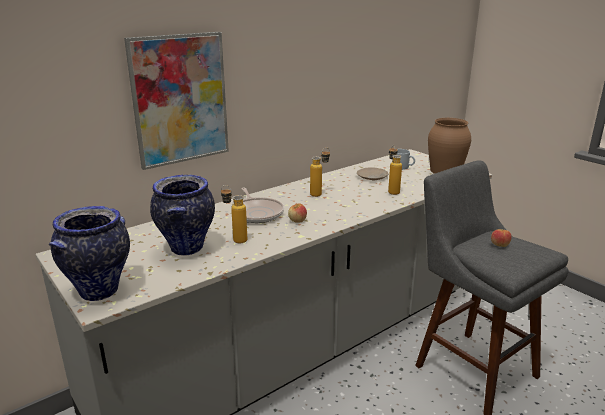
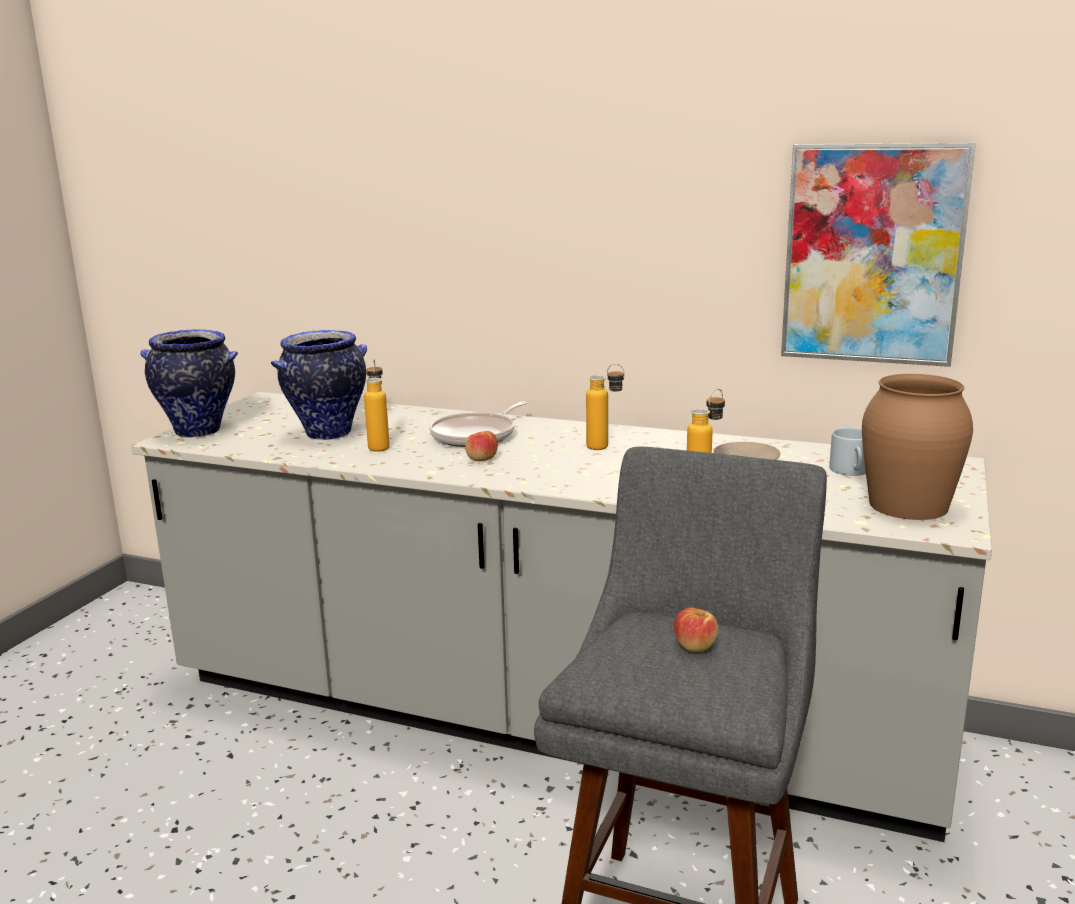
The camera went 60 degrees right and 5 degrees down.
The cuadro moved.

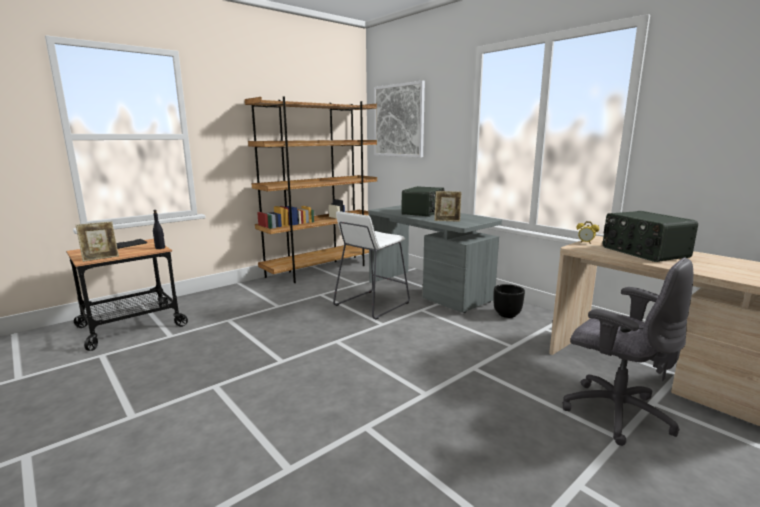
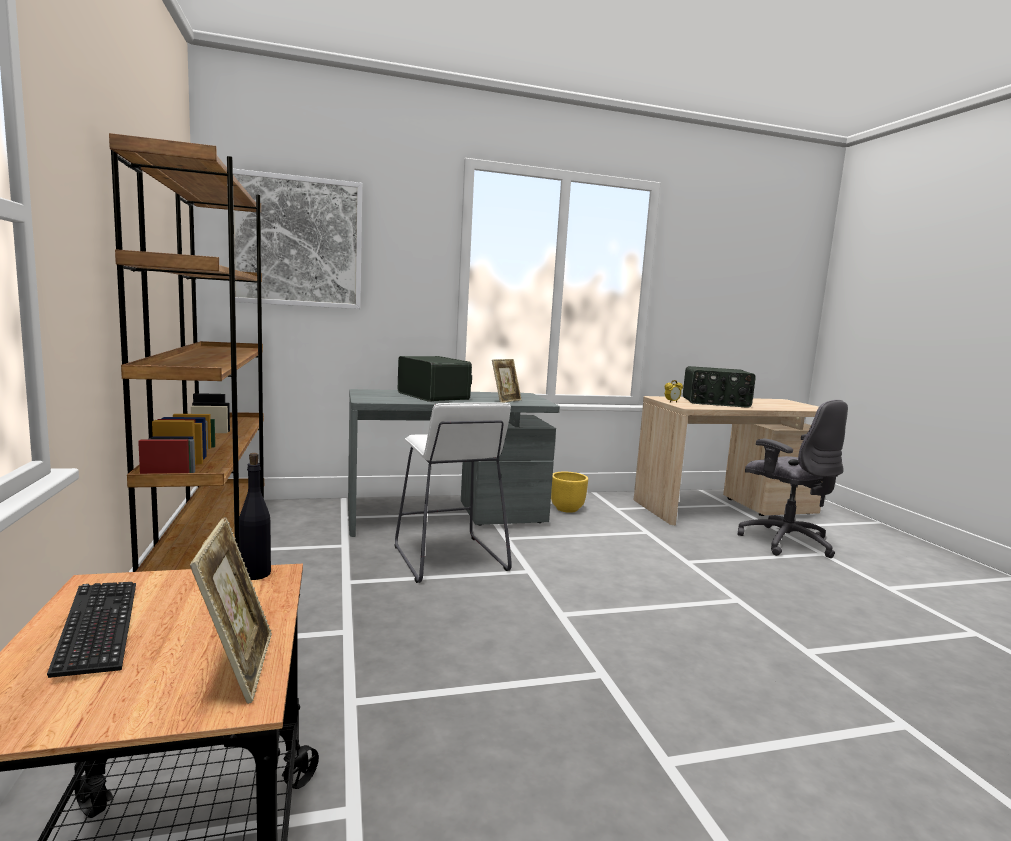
The camera went 65 degrees left and 5 degrees down.
The maceta [negro] became the maceta [amarillo].
The silla de oficina [gris] turned 75 degrees clockwise.

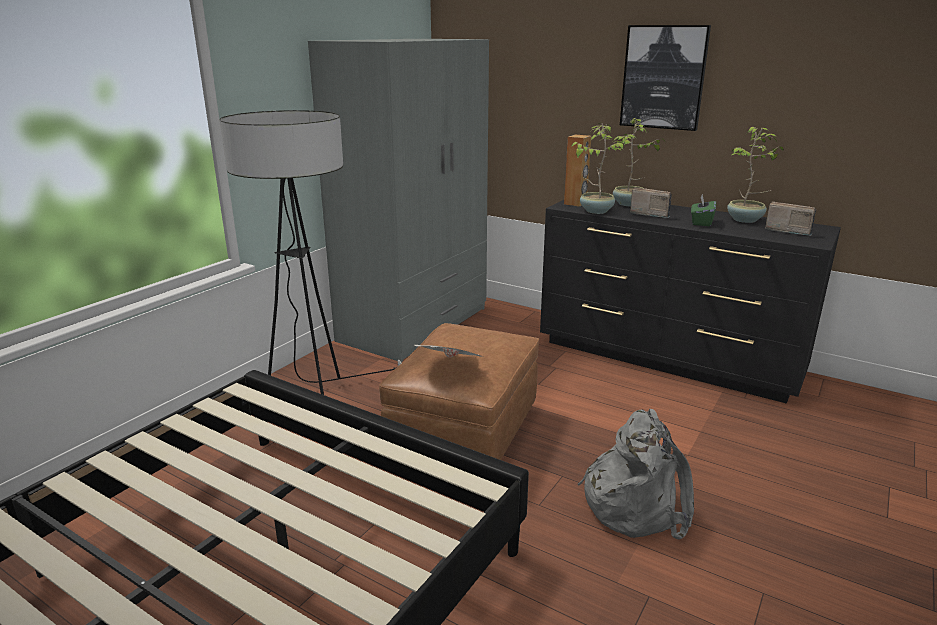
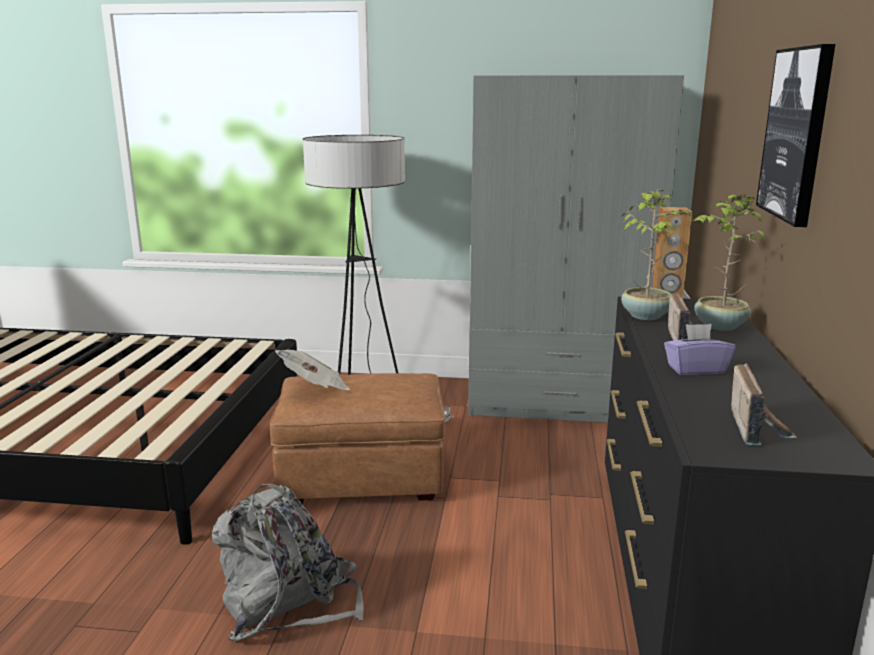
The camera went 65 degrees right and 5 degrees down.
The planta en maceta (no. 3 from left) disappeared.
The caja de pañuelos [verde] became the caja de pañuelos [morado].

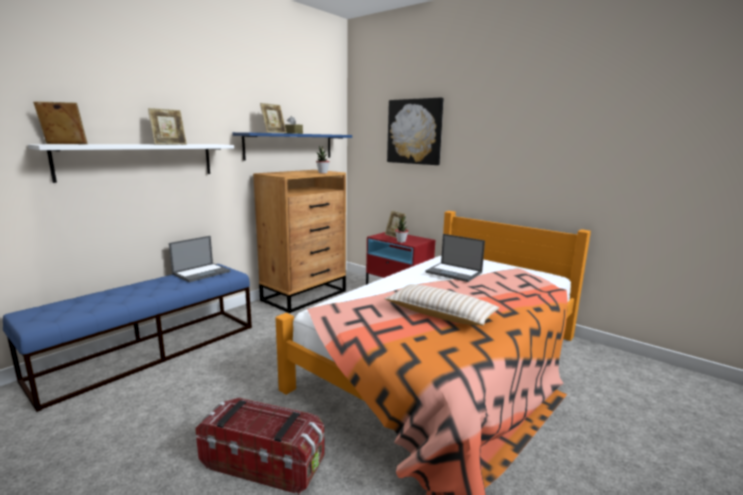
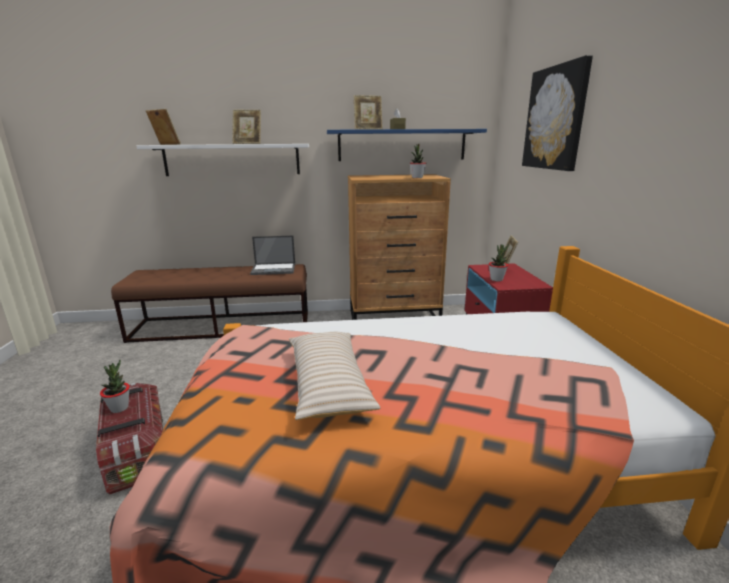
The camera went 45 degrees right and 5 degrees up.
The portátil (no. 2 from left) disappeared.
The planta en maceta (no. 1 from left) appeared.
The banco [azul] became the banco [marrón].

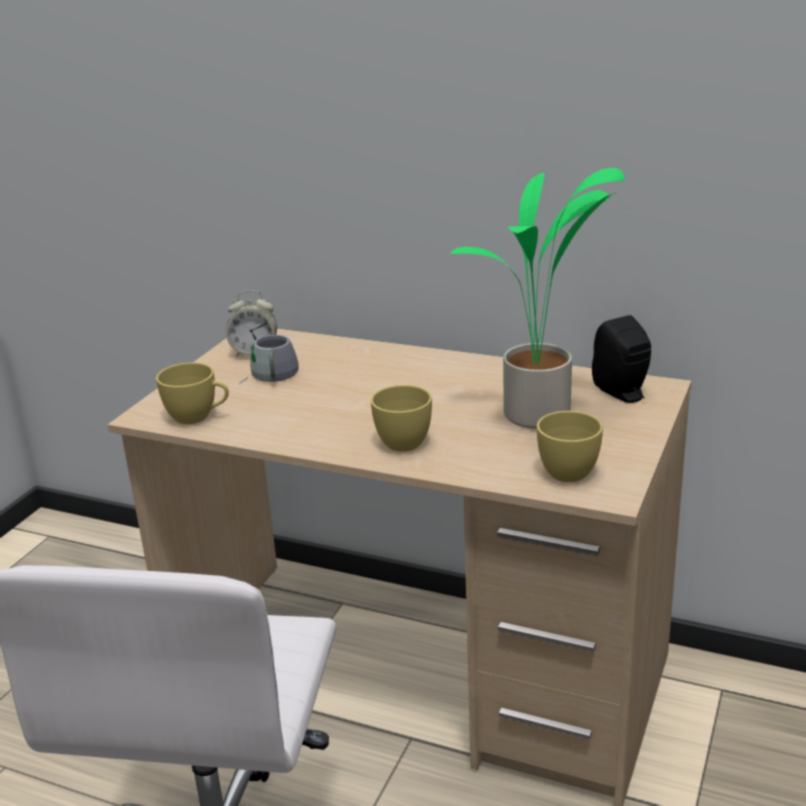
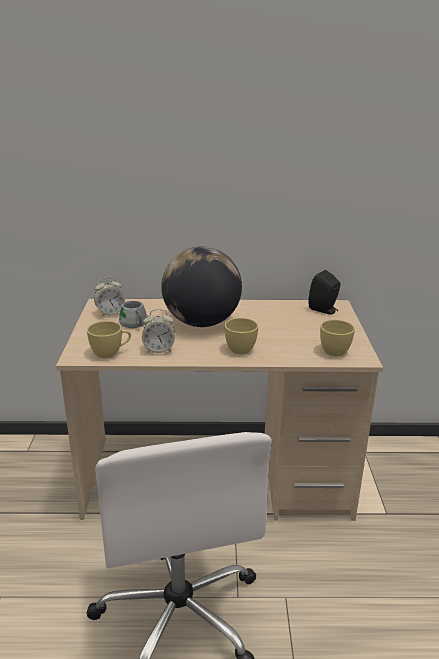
The camera went 25 degrees left and 0 degrees up.
The planta en maceta disappeared.
The despertador (no. 2 from left) appeared.
The globo terráqueo appeared.

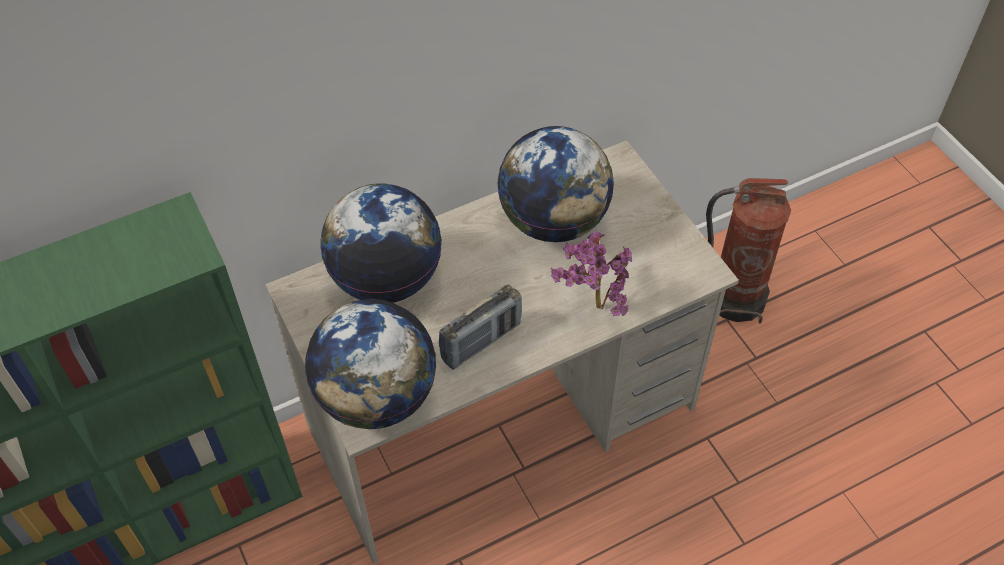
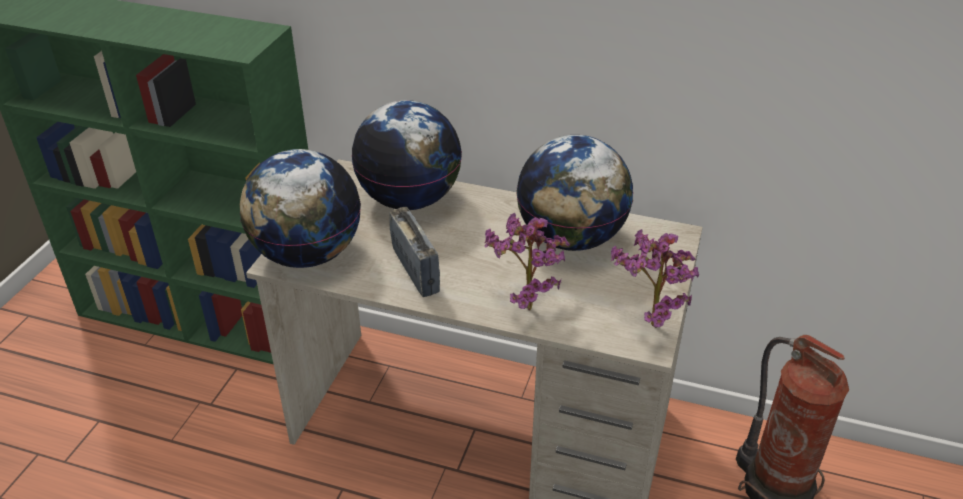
The camera went 45 degrees right and 15 degrees down.
The planta en maceta (no. 2 from left) appeared.
The radio turned 120 degrees counterclockwise.

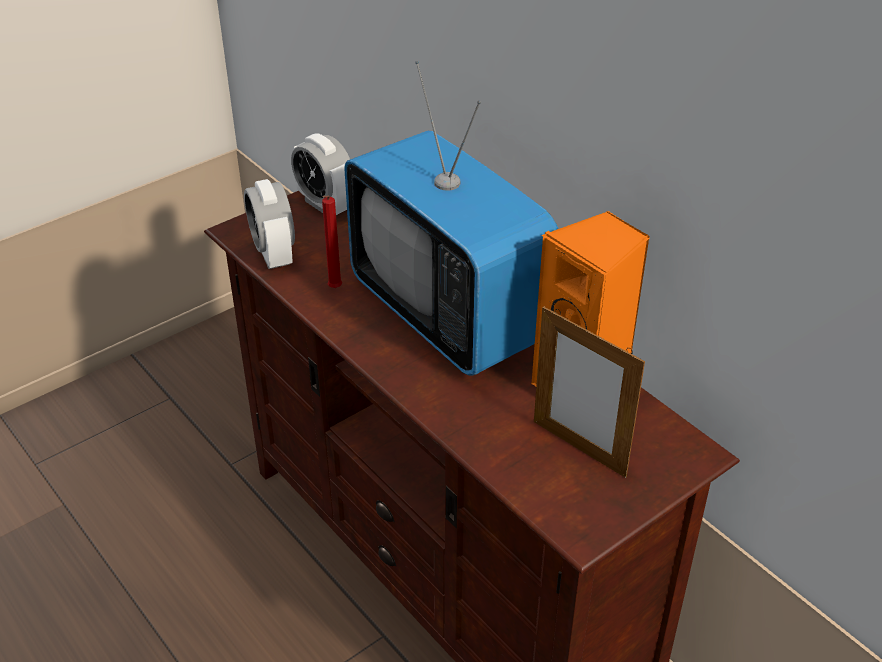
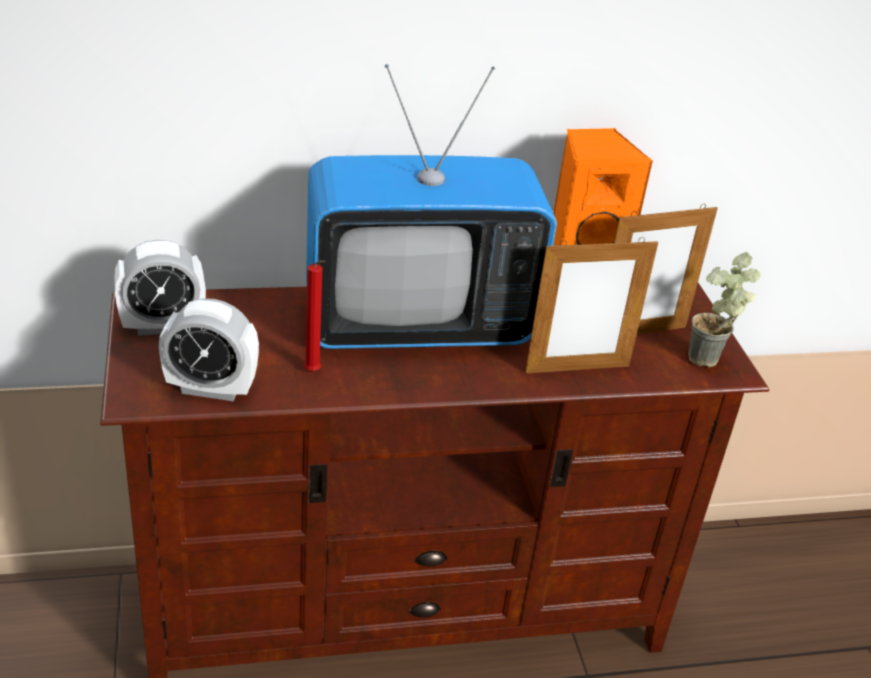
The camera went 65 degrees left and 5 degrees down.
The portarretratos (no. 1 from left) appeared.
The planta en maceta appeared.

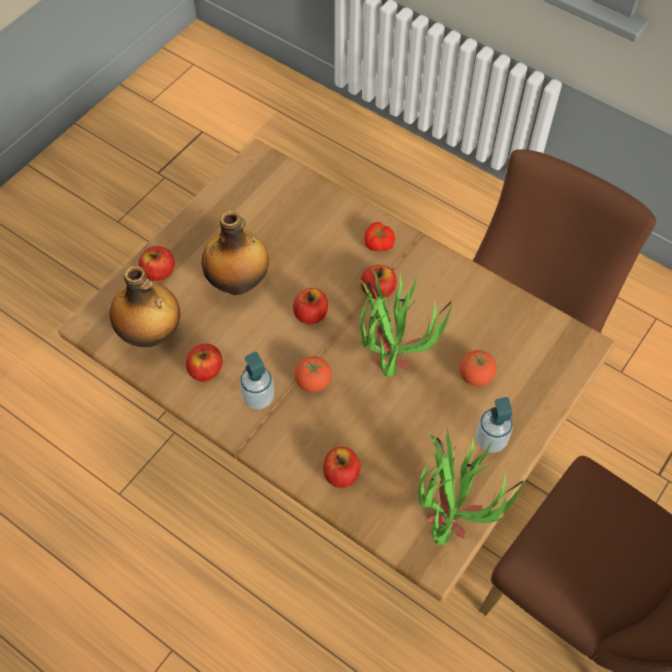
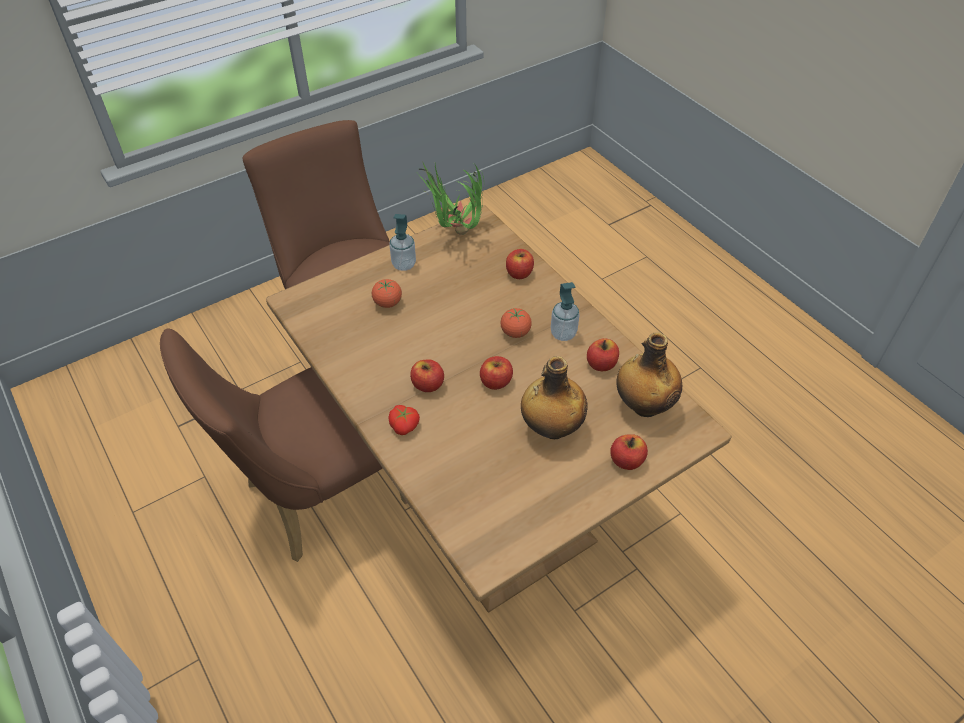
The camera went 160 degrees left and 10 degrees down.
The planta en maceta (no. 1 from left) disappeared.

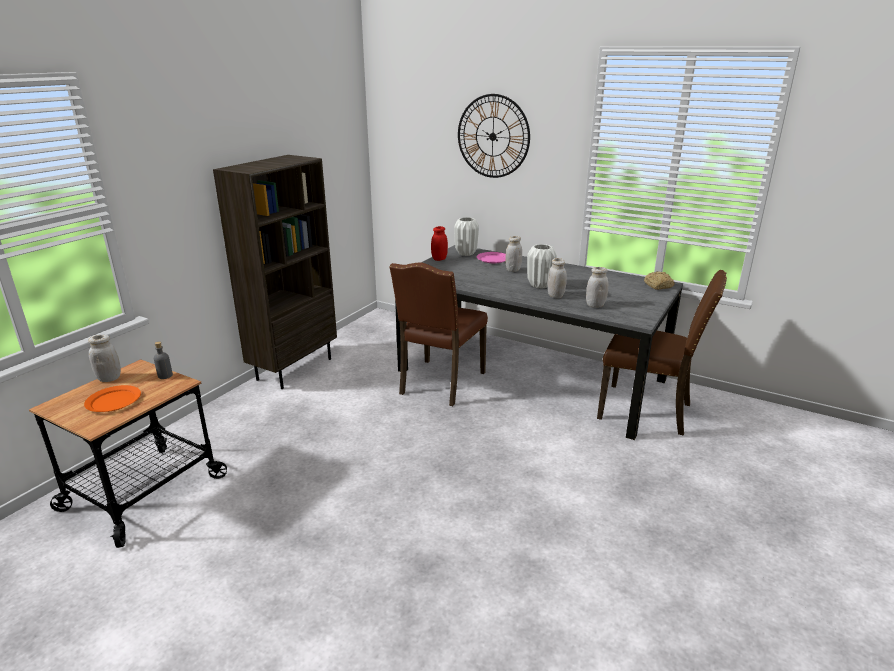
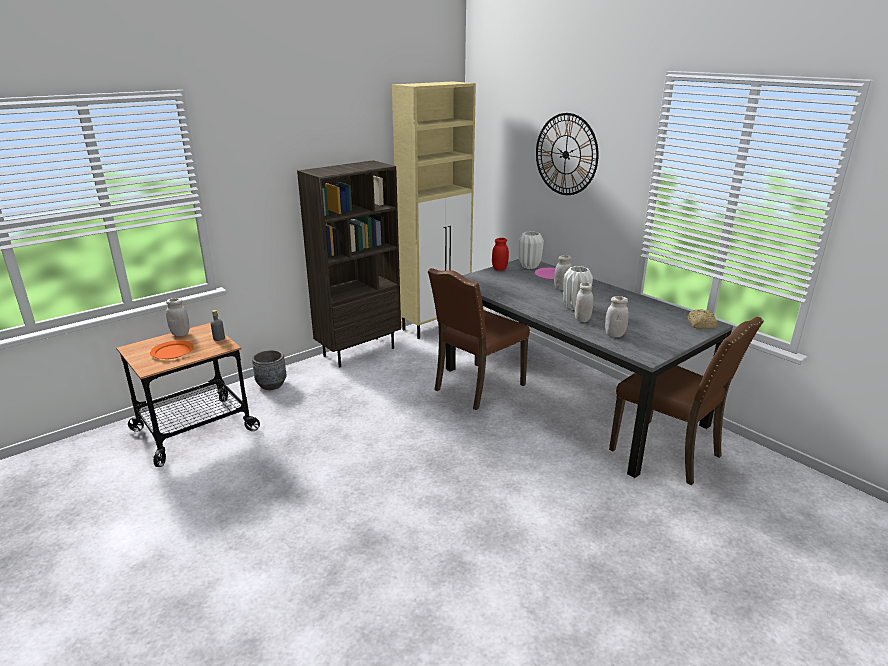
The camera went 20 degrees right and 0 degrees up.
The maceta [gris] appeared.
The armario [beis] appeared.

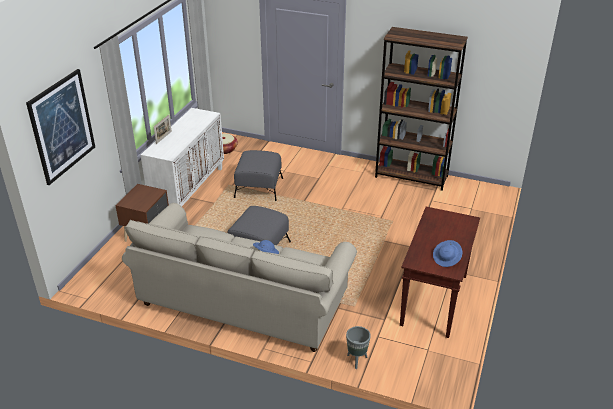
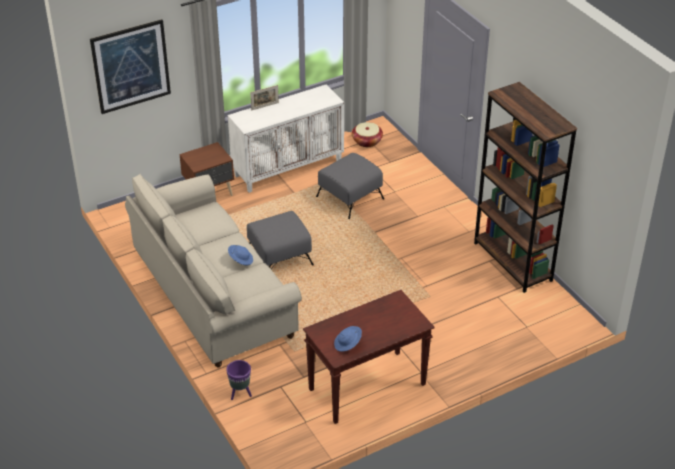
The camera went 40 degrees right and 5 degrees up.
The maceta [gris] became the maceta [morado].

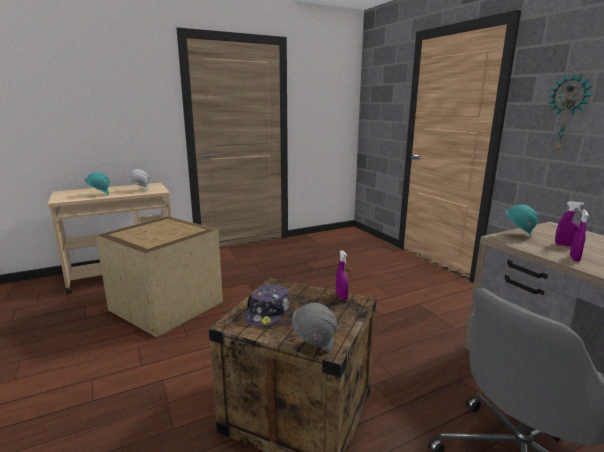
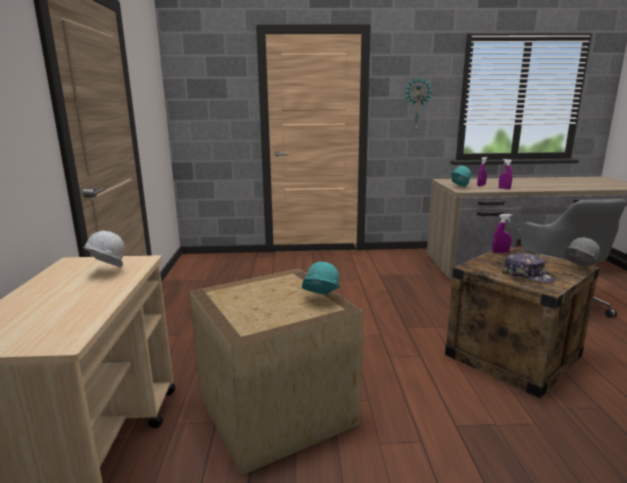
The camera went 65 degrees left and 0 degrees up.
The casco [turquesa] (no. 1 from left) moved.

